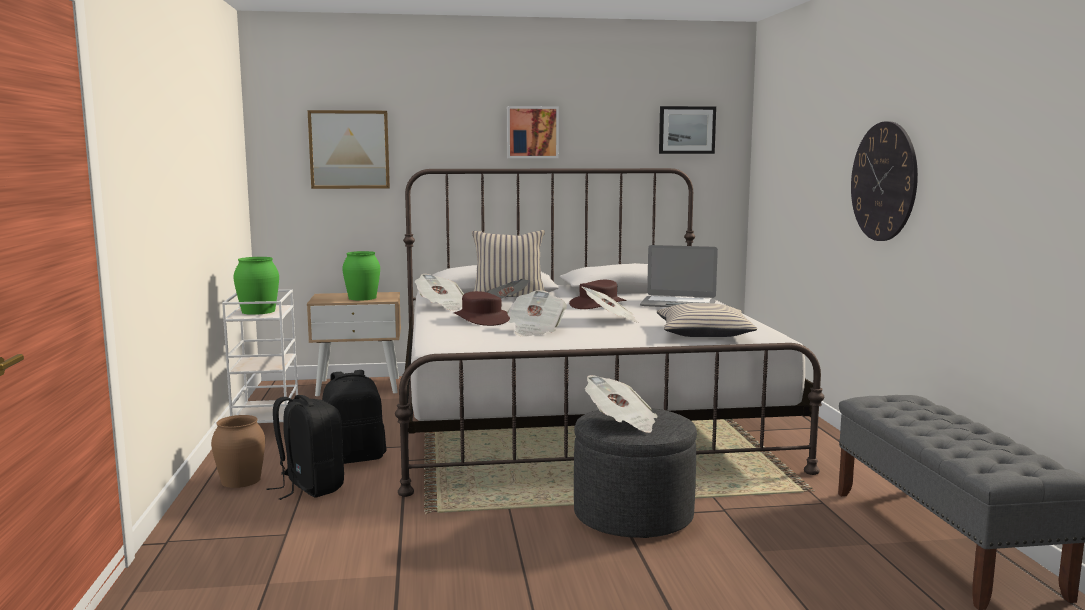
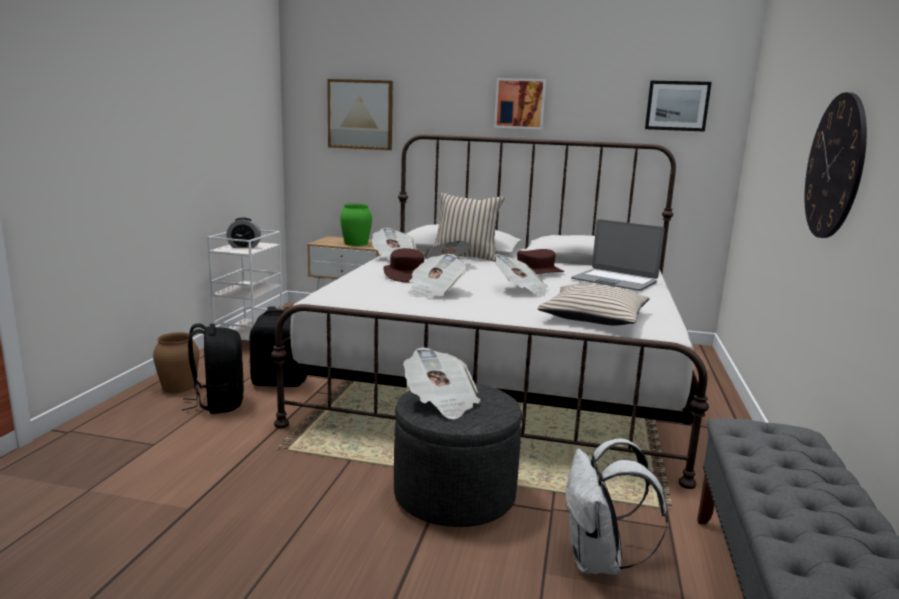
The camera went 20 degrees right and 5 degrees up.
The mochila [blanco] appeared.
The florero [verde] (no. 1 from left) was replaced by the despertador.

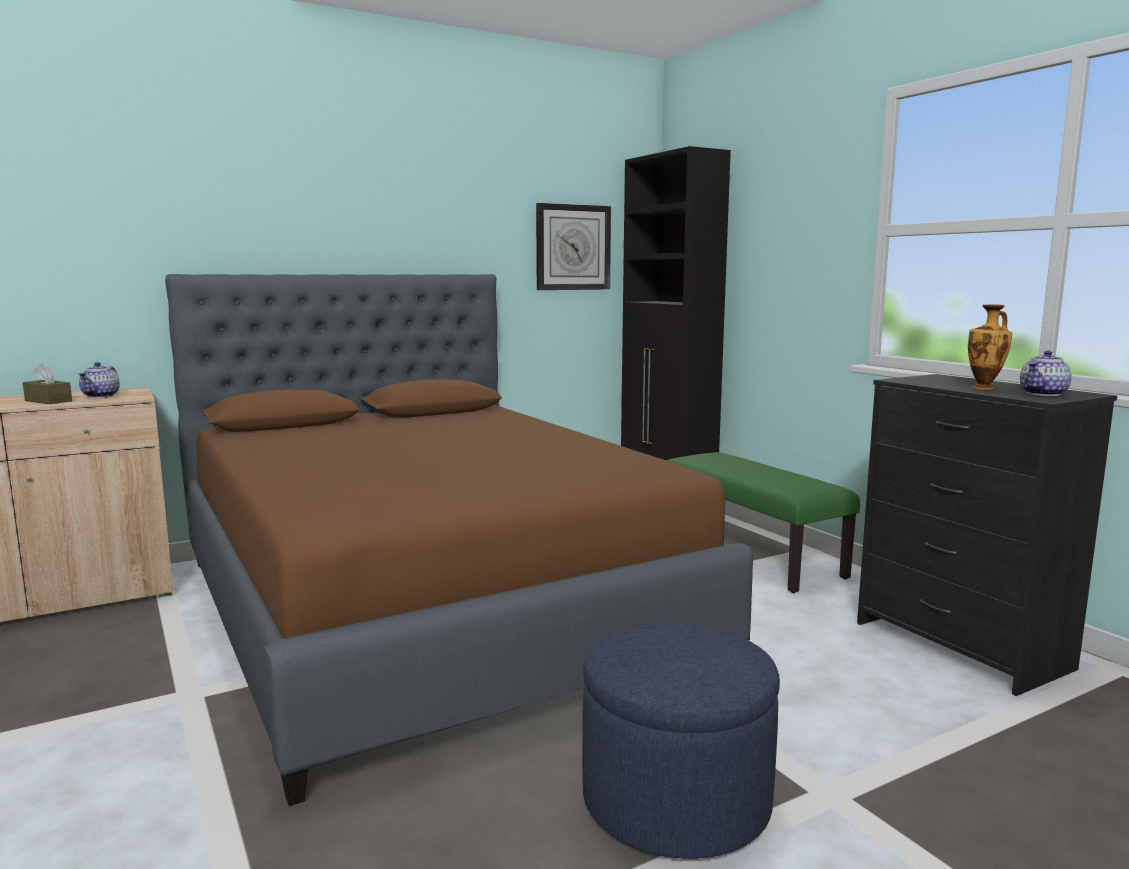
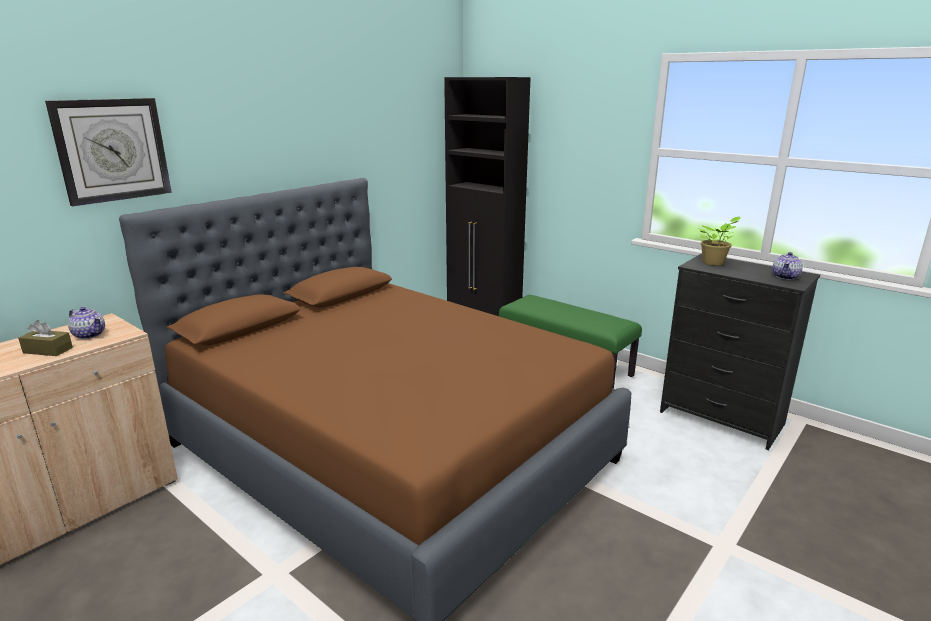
The camera went 20 degrees left and 10 degrees up.
The puf [azul] disappeared.
The florero disappeared.
The planta en maceta appeared.
The reloj de pared moved.
The tetera (no. 1 from left) turned 45 degrees counterclockwise.

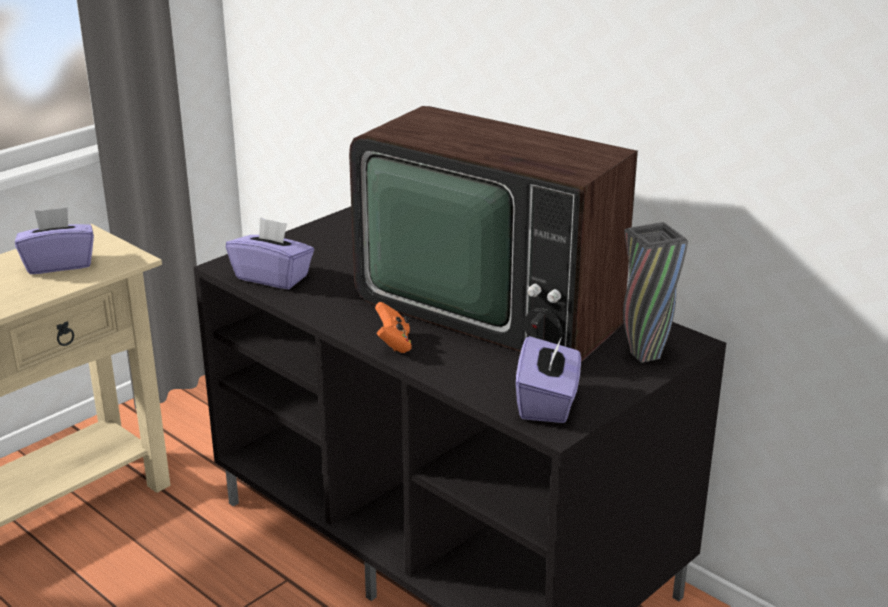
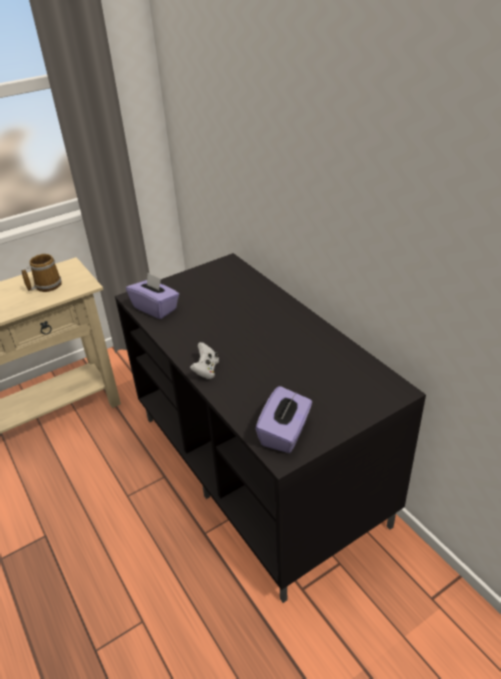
The camera went 15 degrees right and 10 degrees up.
The televisor disappeared.
The florero [gris] disappeared.
The caja de pañuelos [morado] (no. 1 from left) was replaced by the taza grande.
The mando de consola [naranja] became the mando de consola [blanco].

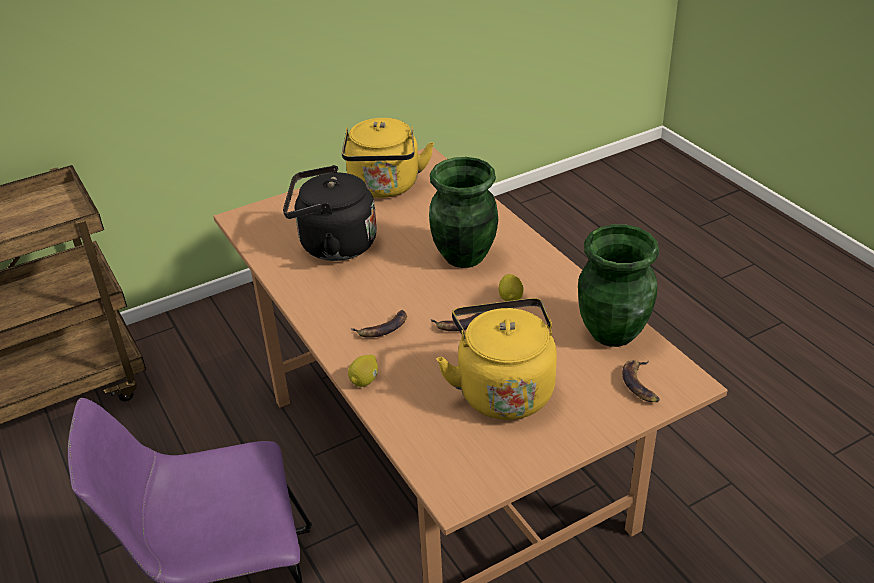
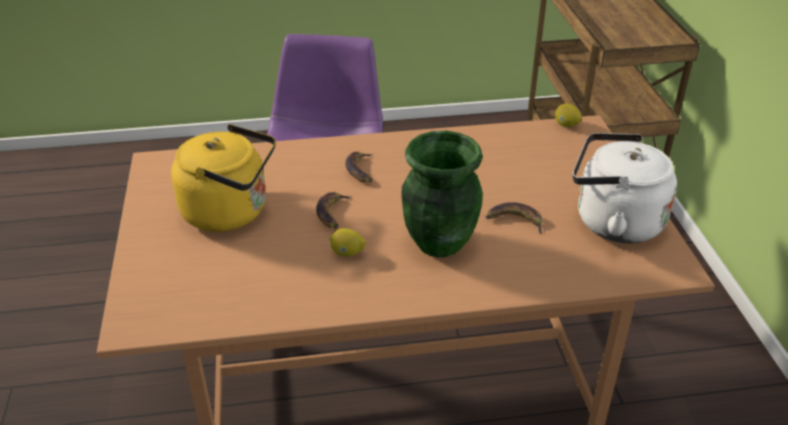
The camera went 110 degrees right and 0 degrees up.
The hervidor [negro] disappeared.
The florero [verde] (no. 2 from left) disappeared.
The limón (no. 1 from left in the first image) moved.
The plátano (no. 3 from left) moved.
The hervidor [amarillo] (no. 1 from left) became the hervidor [blanco].

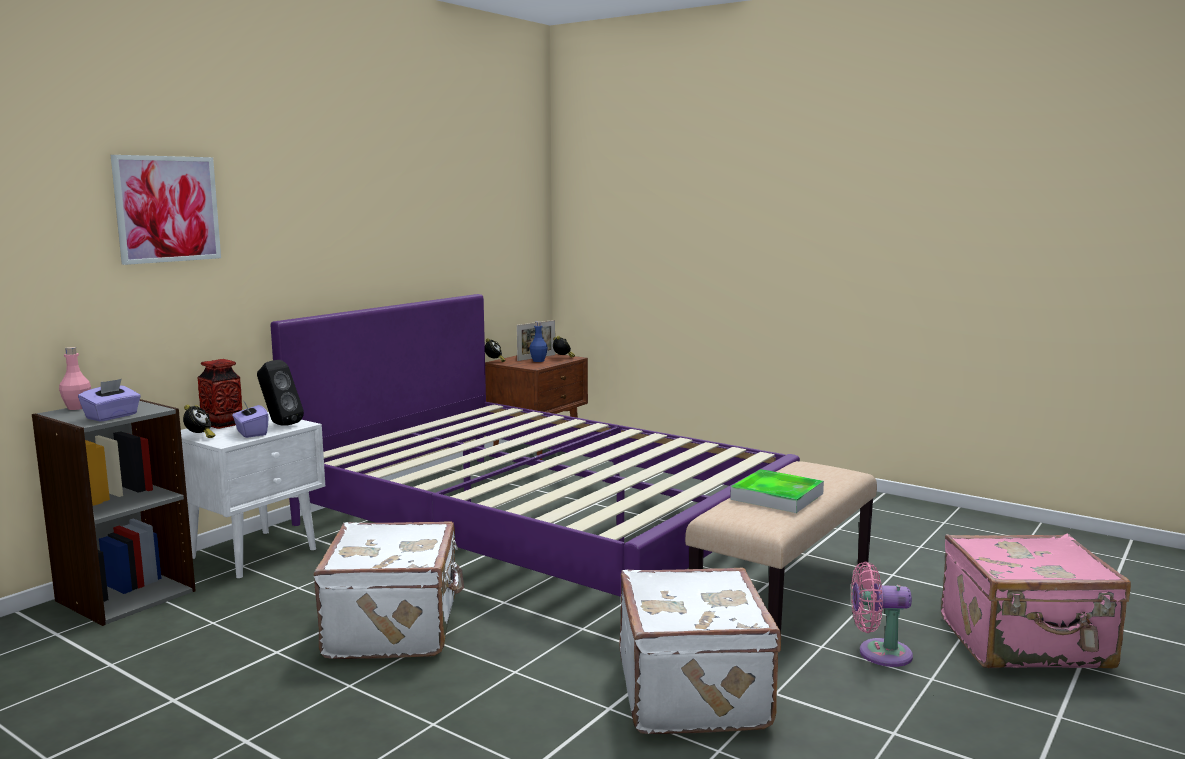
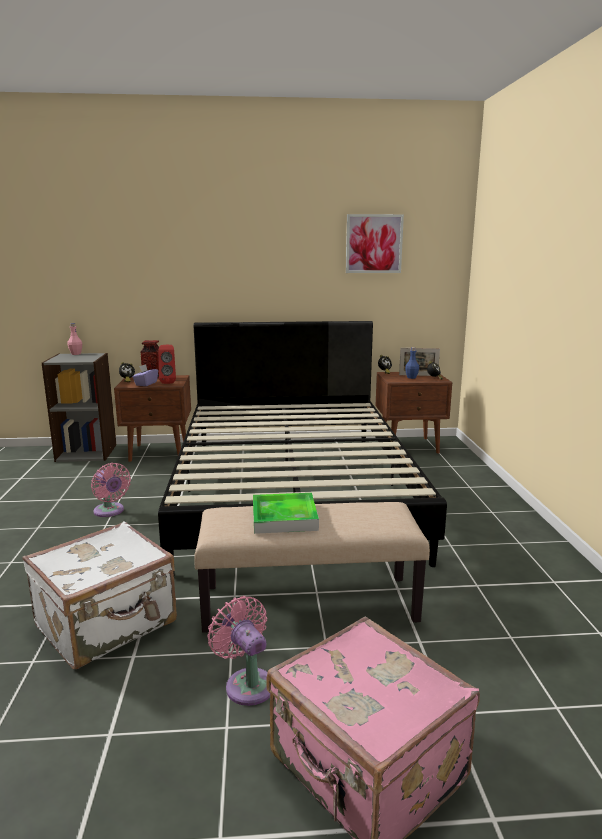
The camera went 50 degrees right and 5 degrees up.
The caja de pañuelos [morado] (no. 1 from left) disappeared.
The cuadro moved.
The maleta [blanco] (no. 1 from left) was replaced by the ventilador [rosa] (no. 1 from left).
The mesita de noche [blanco] became the mesita de noche [marrón] (no. 1 from left).
The altavoz [negro] became the altavoz [rojo].
The cama [morado] became the cama [negro].

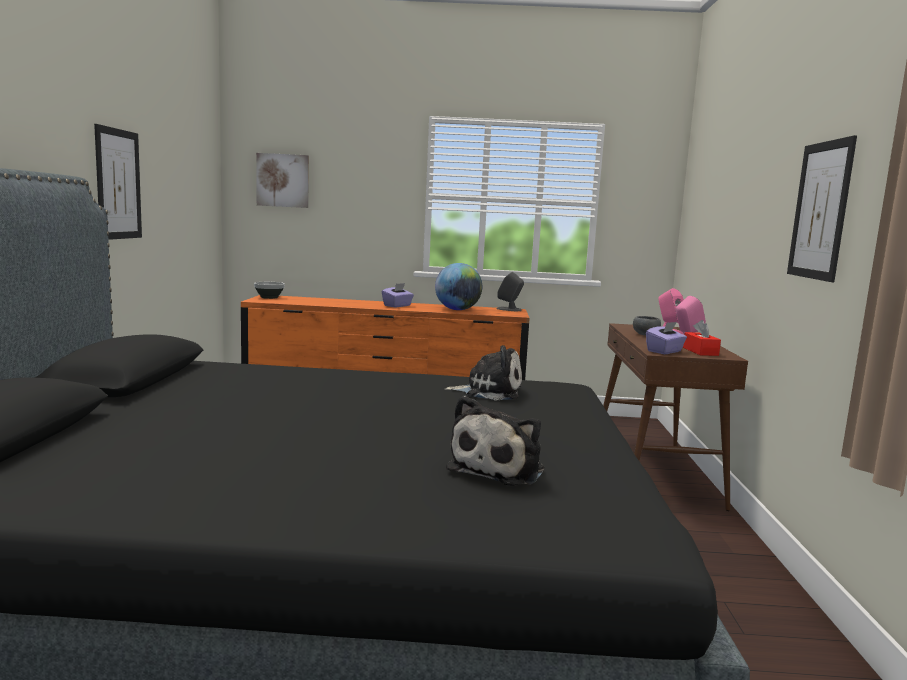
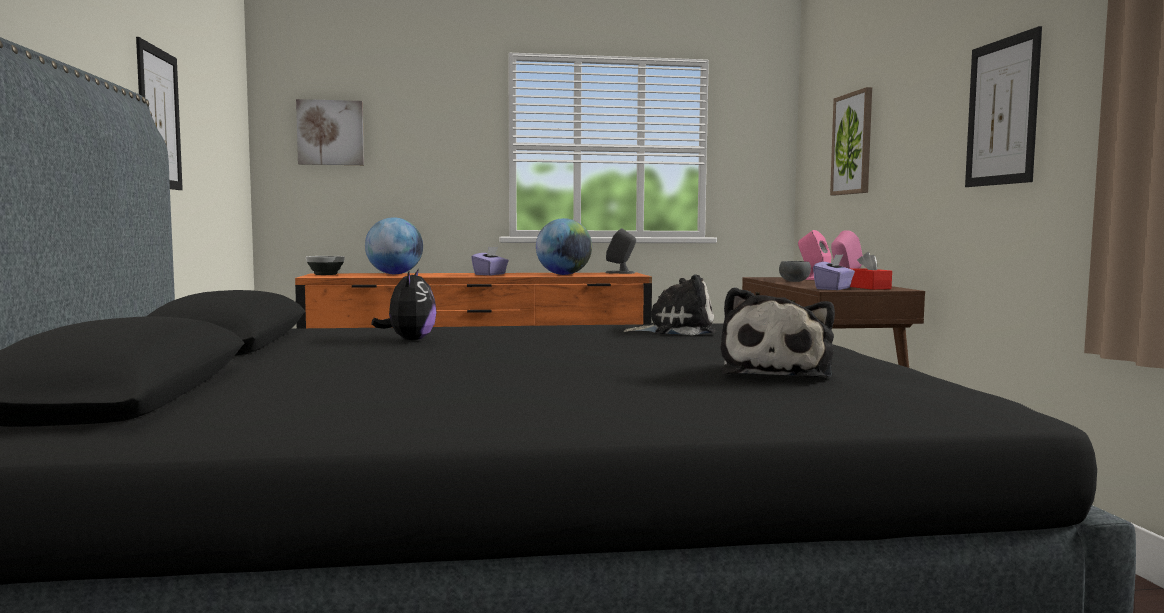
The camera went 10 degrees left and 5 degrees down.
The globo terráqueo (no. 1 from left) appeared.
The peluche (no. 1 from left) appeared.
The cuadro (no. 3 from left) appeared.

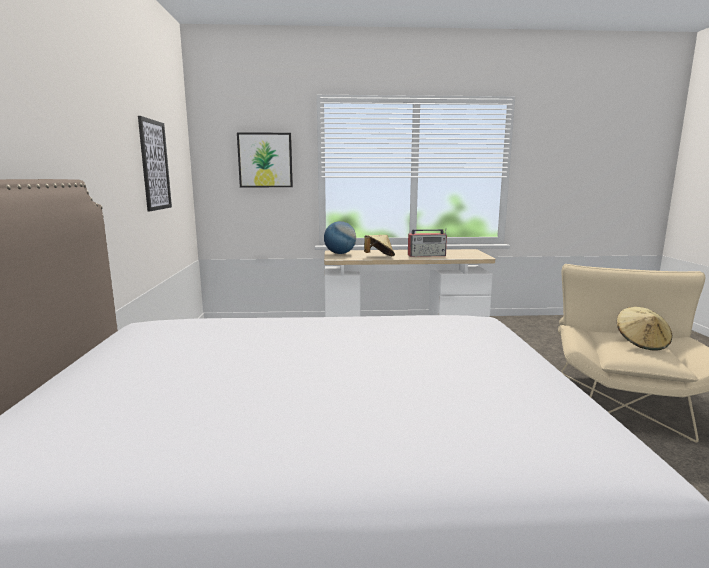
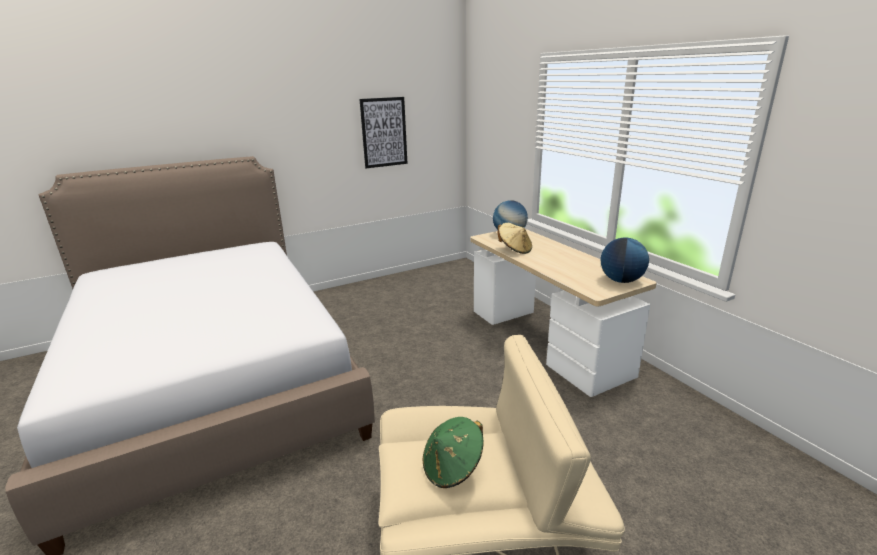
The camera went 65 degrees right and 10 degrees up.
The cuadro (no. 2 from left) disappeared.
The radio disappeared.
The globo terráqueo (no. 2 from left) appeared.
The sombrero [beis] (no. 2 from left) became the sombrero [verde].

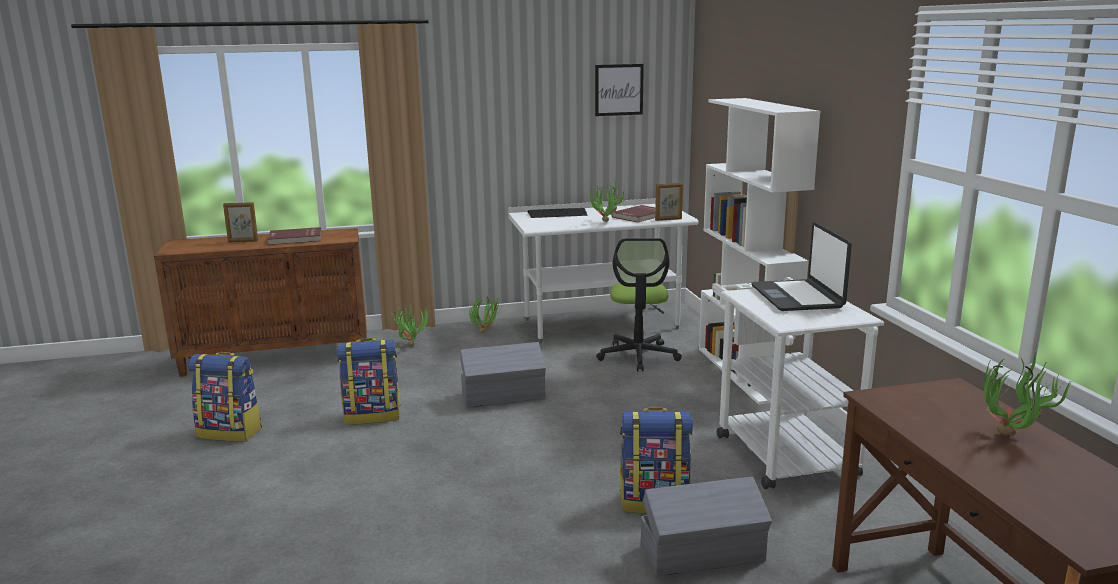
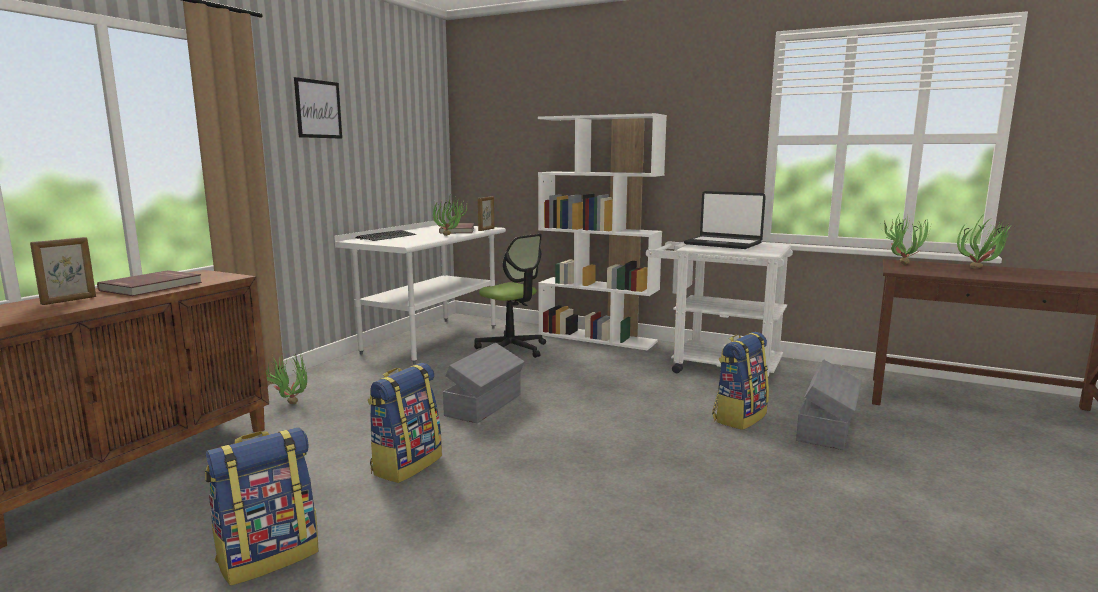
The camera went 50 degrees left and 5 degrees down.
The planta en maceta (no. 2 from left in the first image) moved.
The cuadro moved.

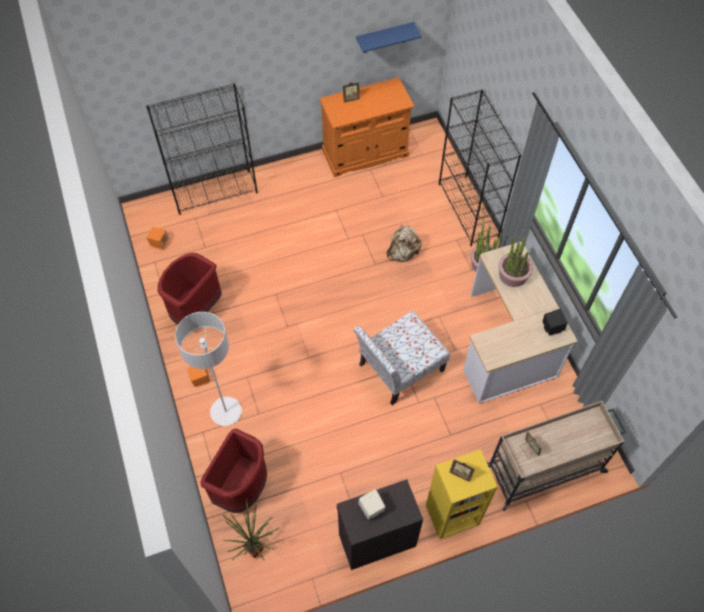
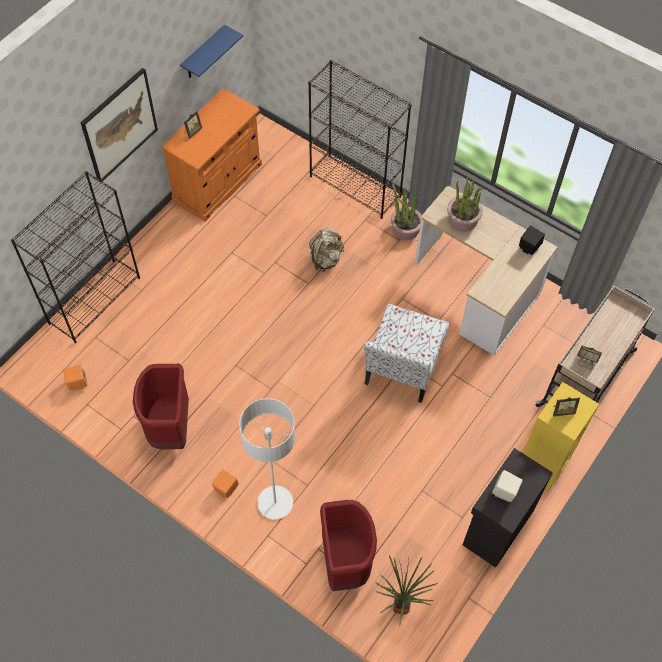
The camera went 35 degrees left and 0 degrees up.
The cuadro appeared.

